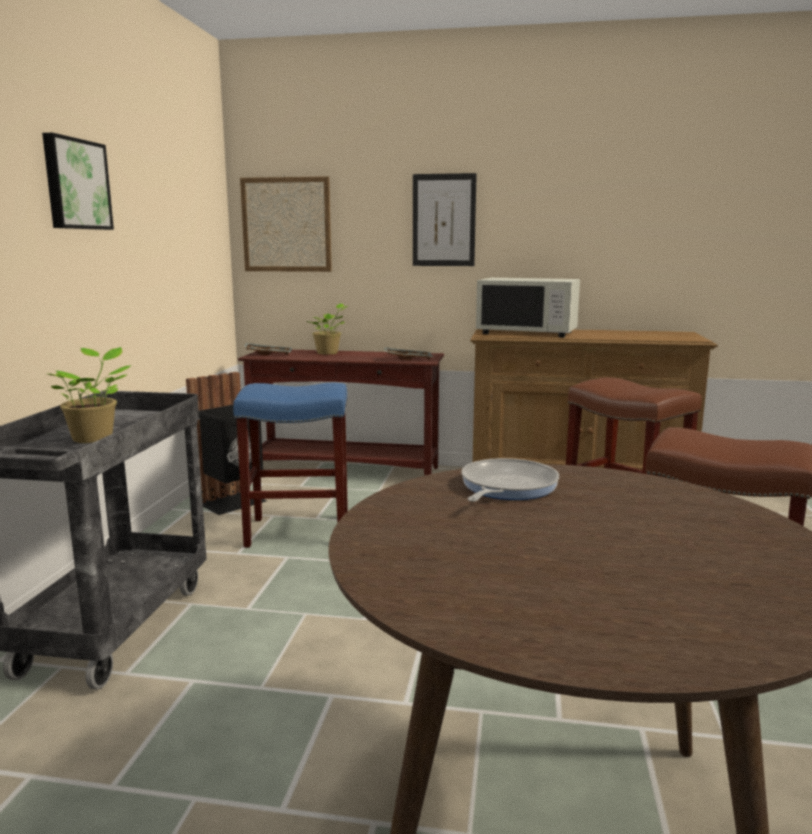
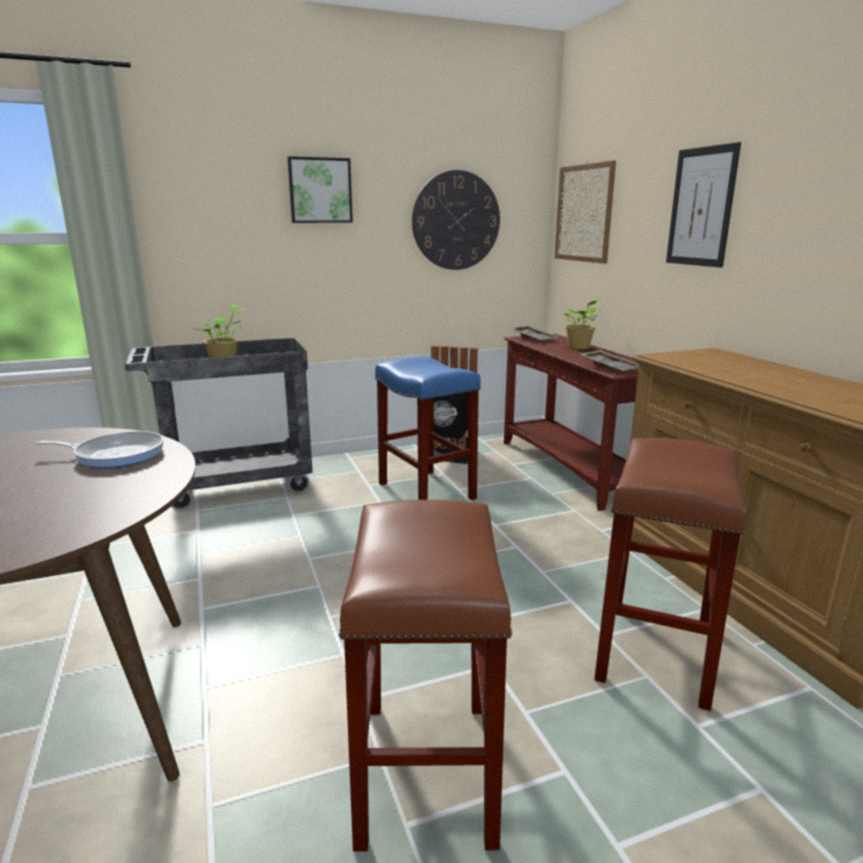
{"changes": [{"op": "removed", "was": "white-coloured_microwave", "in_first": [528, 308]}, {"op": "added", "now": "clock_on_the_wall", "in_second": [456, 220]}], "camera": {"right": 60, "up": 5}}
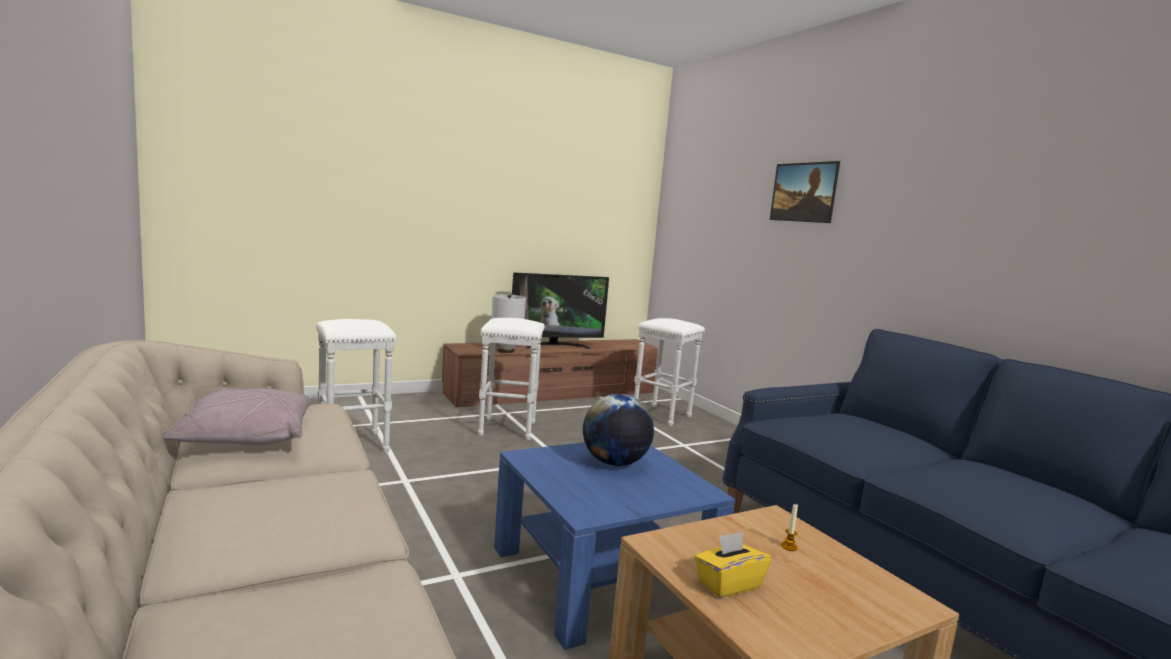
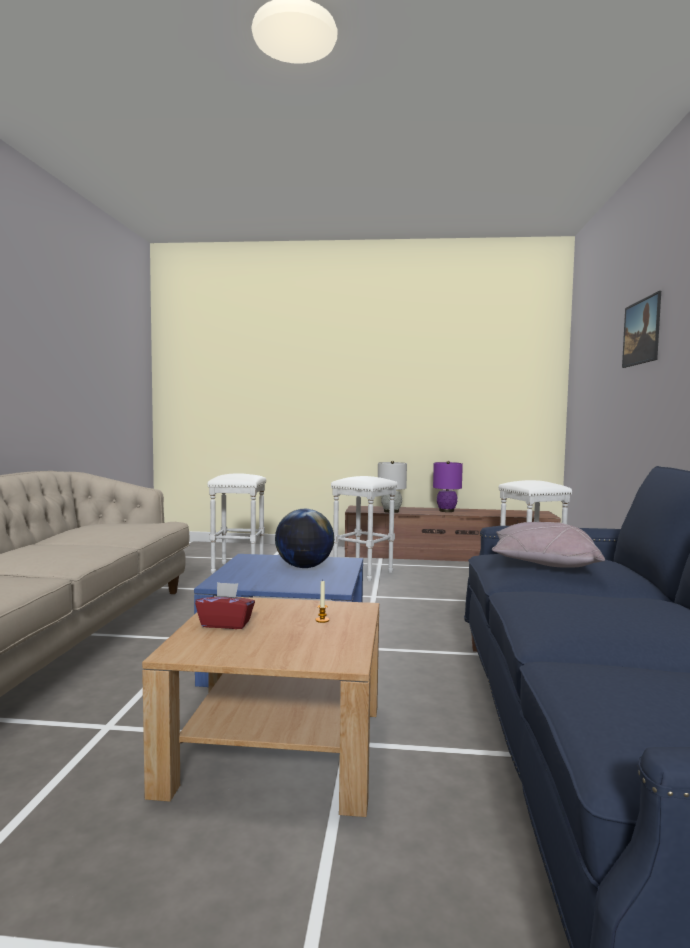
{"changes": [{"op": "moved", "was": "purple-coloured_throw_pillow", "in_first": [237, 416], "in_second": [548, 545]}, {"op": "replaced", "was": "TV_set", "now": "purple-coloured_table_lamp", "in_first": [560, 310], "in_second": [448, 486]}, {"op": "recoloured", "was": "yellow-coloured_tissue_holder", "now": "red_tissue_holder", "in_first": [732, 565], "in_second": [225, 605]}], "camera": {"right": 35, "up": -5}}
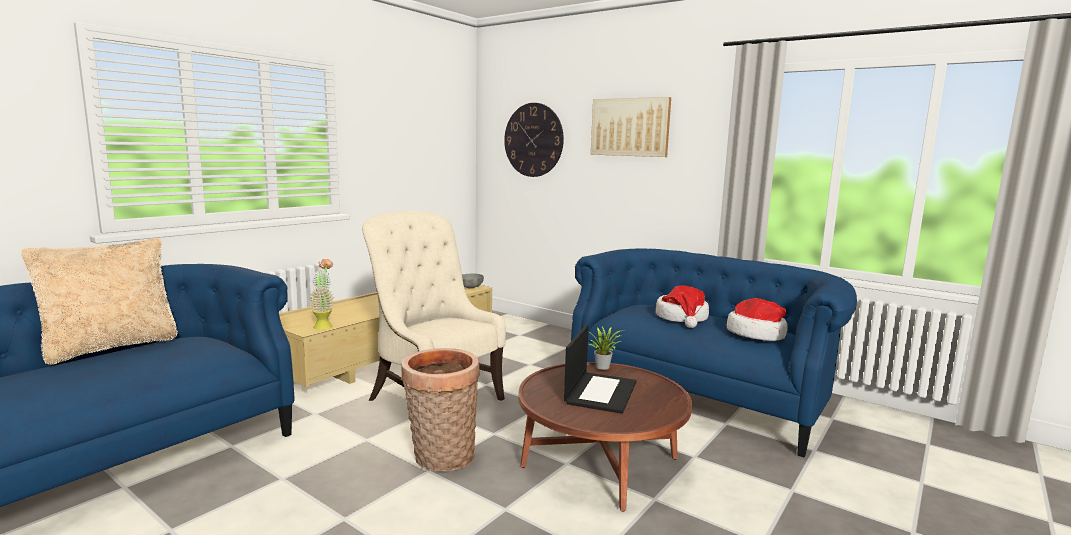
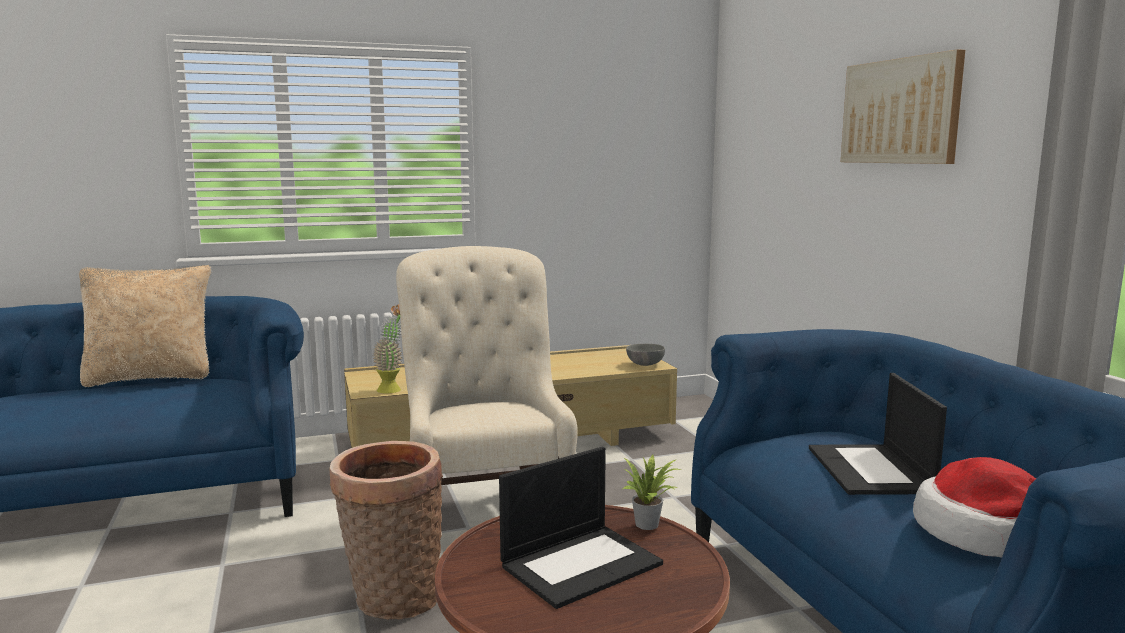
{"changes": [{"op": "removed", "was": "clock_on_the_wall", "in_first": [534, 140]}, {"op": "replaced", "was": "clothing_hat", "now": "laptop", "in_first": [682, 306], "in_second": [878, 434]}], "camera": {"right": 35, "up": 0}}
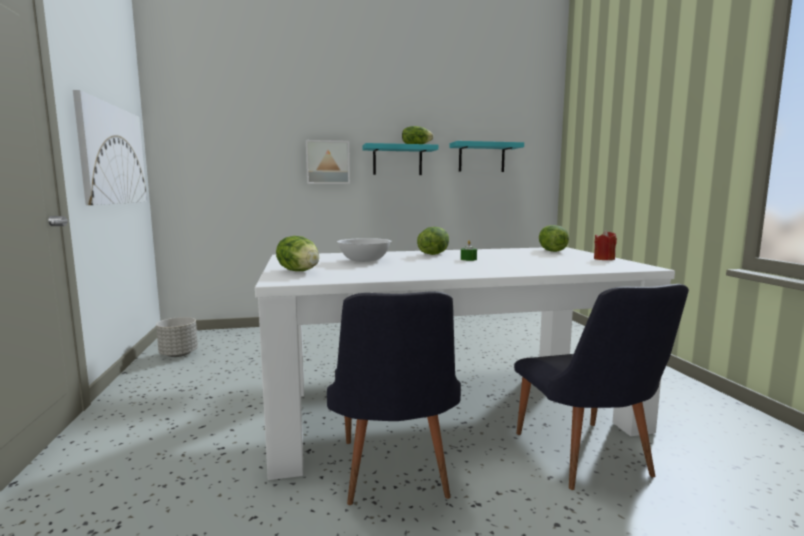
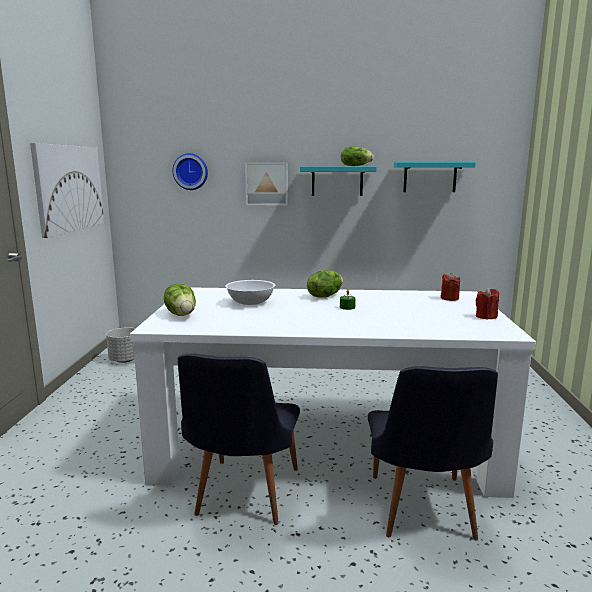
{"changes": [{"op": "added", "now": "clock_on_the_wall", "in_second": [190, 171]}, {"op": "replaced", "was": "head_of_lettuce", "now": "red_candle", "in_first": [554, 238], "in_second": [450, 287]}], "camera": {"right": 15, "up": 5}}
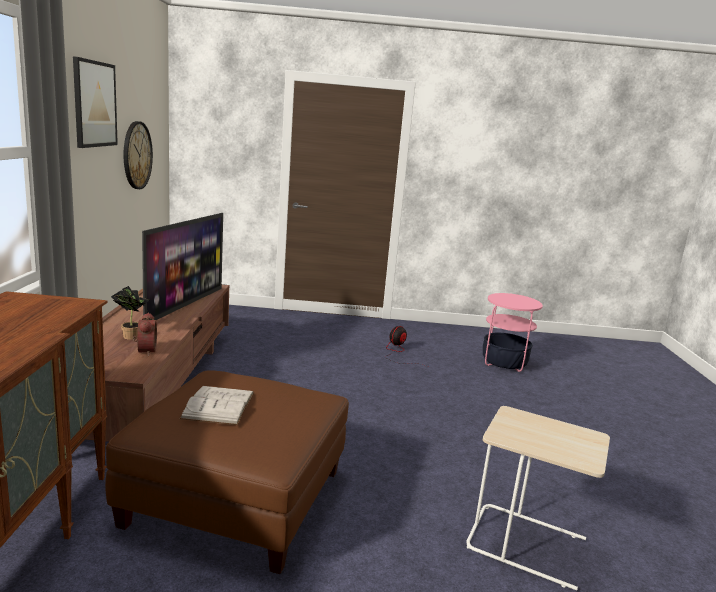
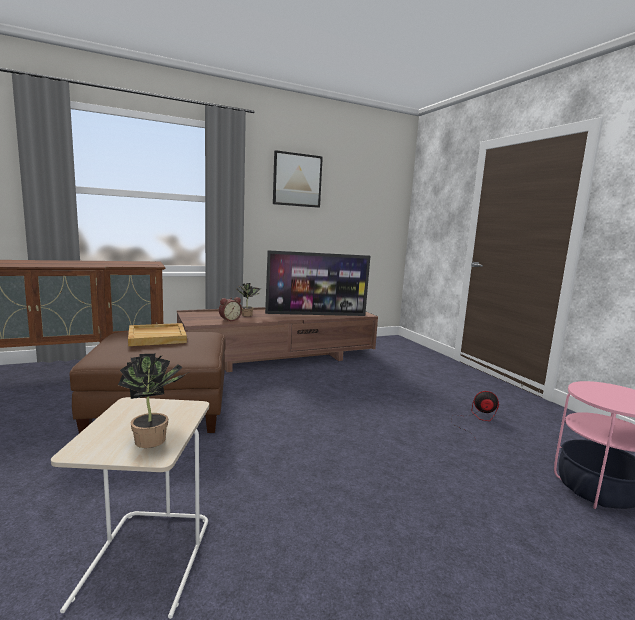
{"changes": [{"op": "removed", "was": "clock_on_the_wall", "in_first": [138, 155]}, {"op": "added", "now": "potted_plant", "in_second": [154, 401]}, {"op": "replaced", "was": "white-coloured_volume", "now": "beige-coloured_carrying_tray", "in_first": [217, 405], "in_second": [157, 334]}], "camera": {"right": 65, "up": -5}}
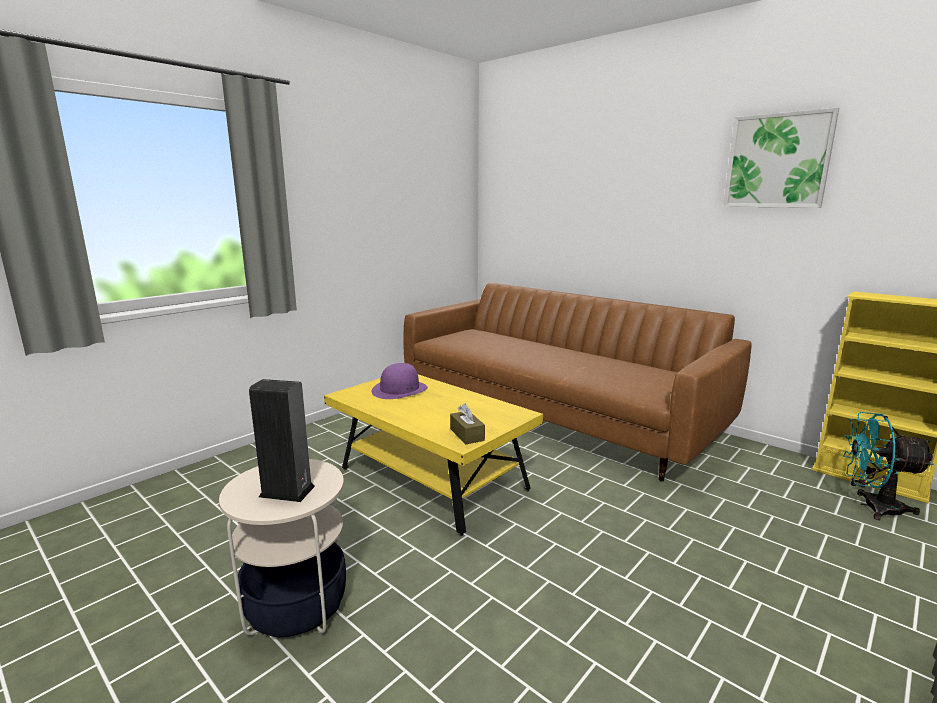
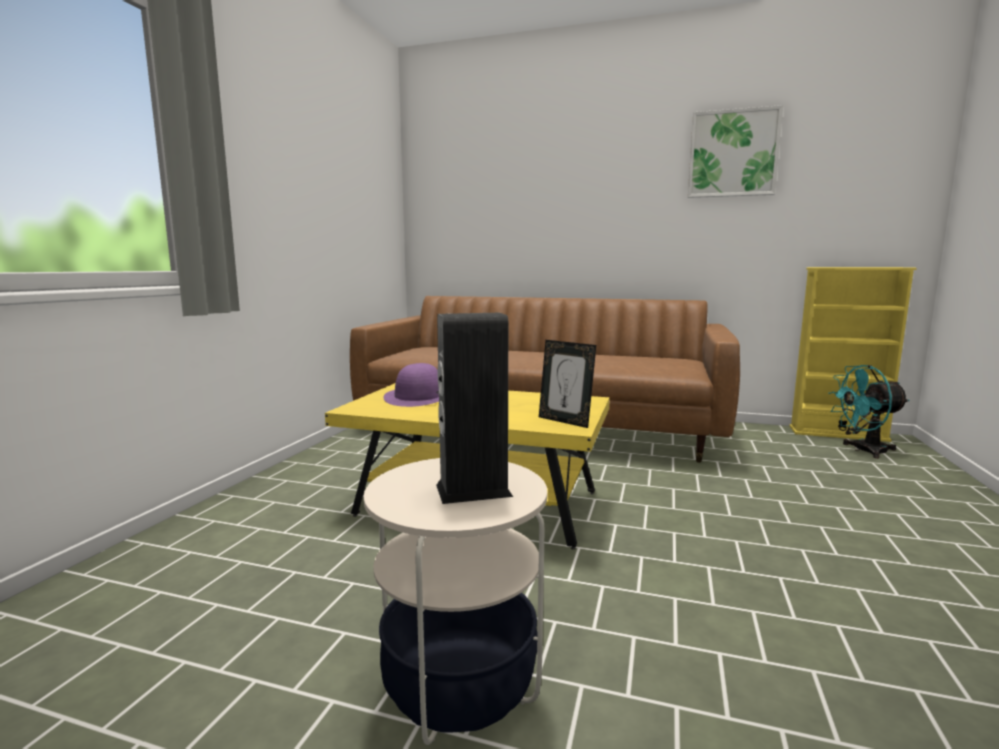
{"changes": [{"op": "replaced", "was": "brown_tissue_holder", "now": "picture_frame", "in_first": [467, 424], "in_second": [567, 384]}], "camera": {"right": -25, "up": -5}}
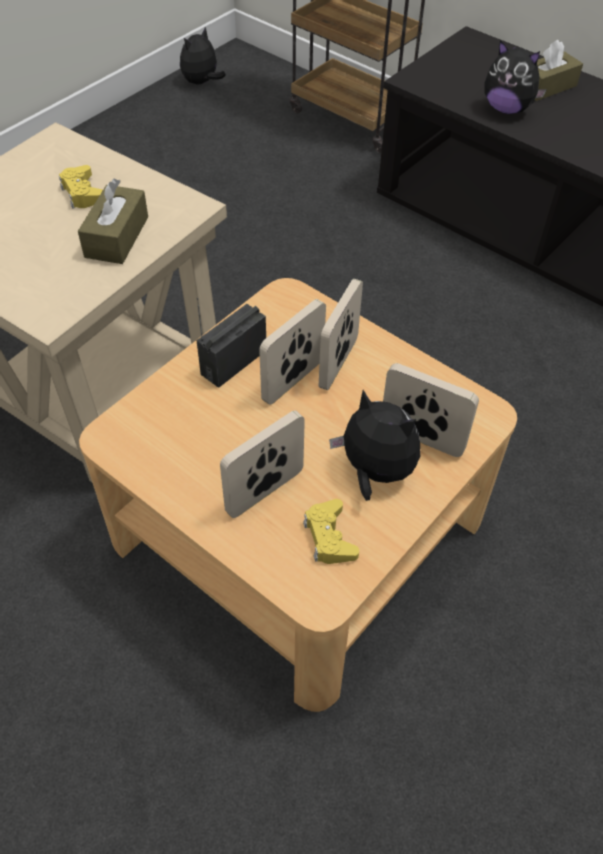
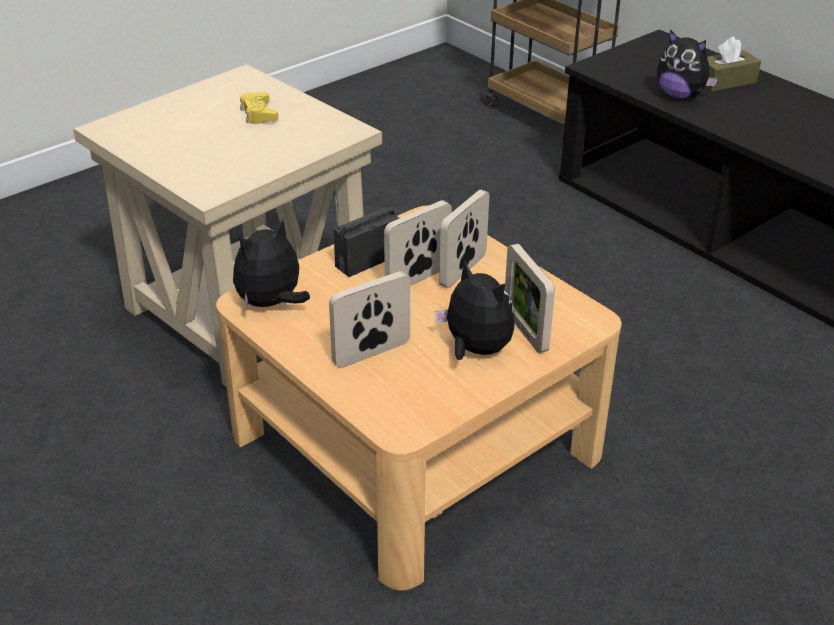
{"changes": [{"op": "removed", "was": "brown_tissue_holder", "in_first": [113, 221]}, {"op": "removed", "was": "yellow-coloured_joypad", "in_first": [331, 531]}, {"op": "moved", "was": "soft_toy", "in_first": [203, 55], "in_second": [271, 263]}, {"op": "turned", "was": "picture_frame", "in_first": [431, 410], "in_second": [530, 298], "clockwise": -150}], "camera": {"right": 10, "up": -15}}
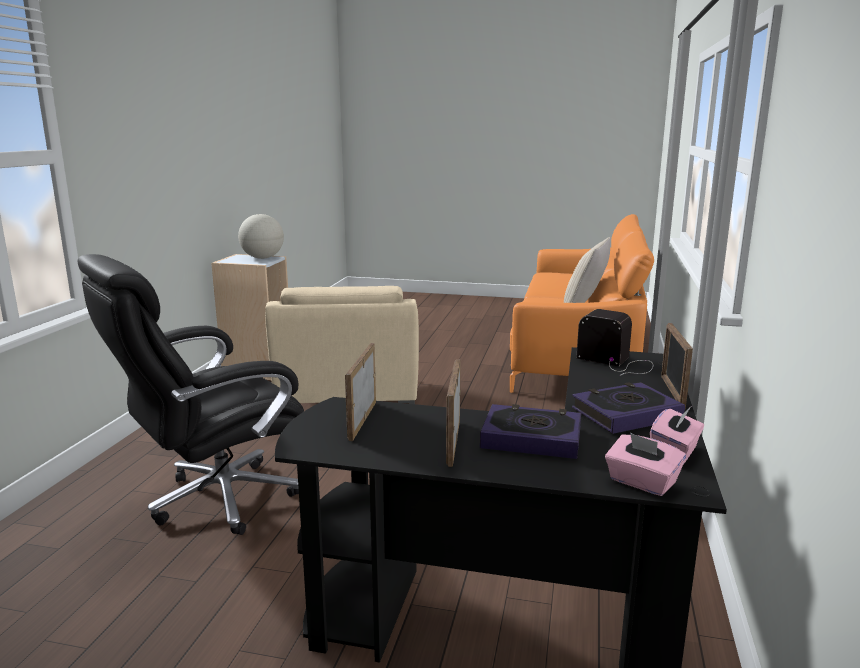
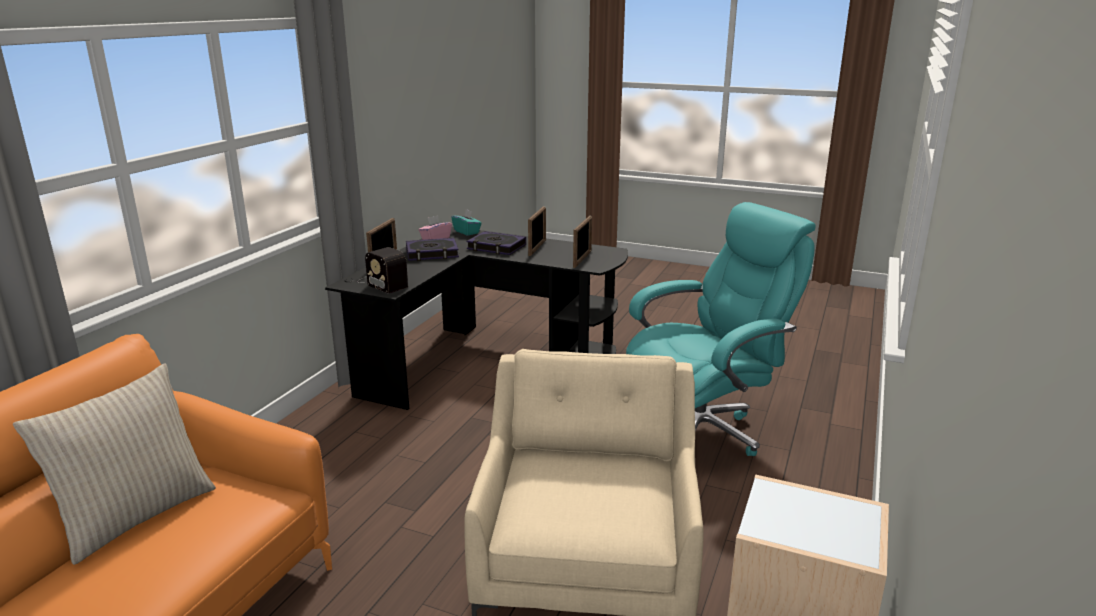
{"changes": [{"op": "removed", "was": "globe", "in_first": [261, 236]}, {"op": "recoloured", "was": "black_office_chair", "now": "blue-green_office_chair", "in_first": [191, 394], "in_second": [721, 329]}, {"op": "recoloured", "was": "pink_tissue_holder", "now": "blue-green_tissue_holder", "in_first": [645, 464], "in_second": [466, 222]}], "camera": {"right": -170, "up": 5}}
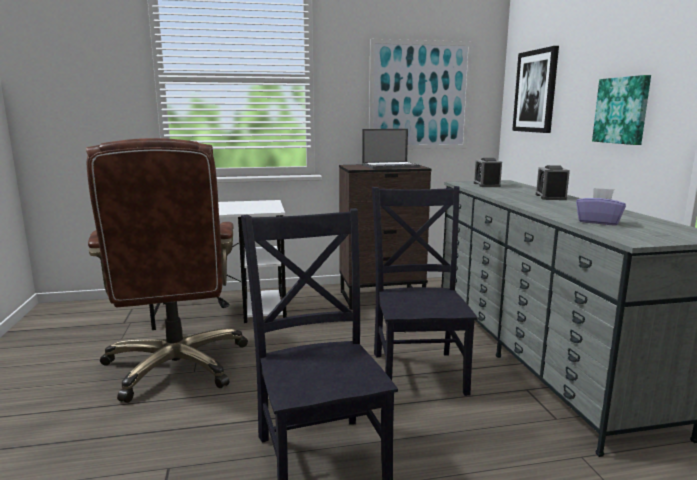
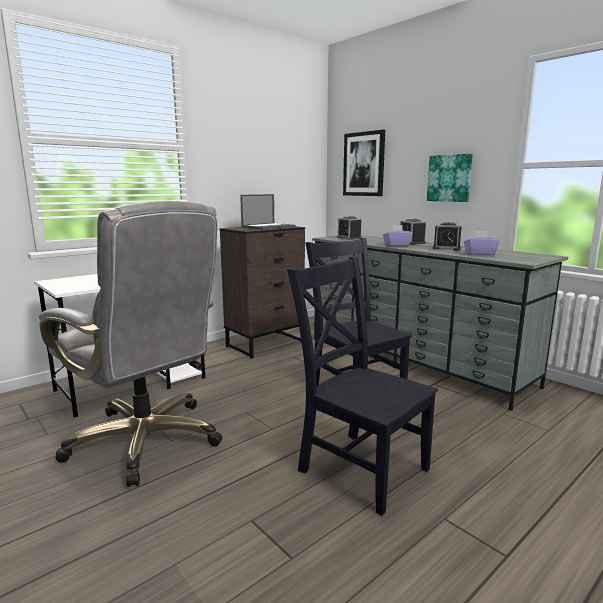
{"changes": [{"op": "removed", "was": "wall_art", "in_first": [421, 94]}, {"op": "added", "now": "purple-coloured_tissue_holder", "in_second": [398, 236]}, {"op": "added", "now": "table_clock", "in_second": [447, 236]}, {"op": "recoloured", "was": "brown_office_chair", "now": "grey_office_chair", "in_first": [167, 270], "in_second": [130, 344]}], "camera": {"right": -30, "up": 0}}
